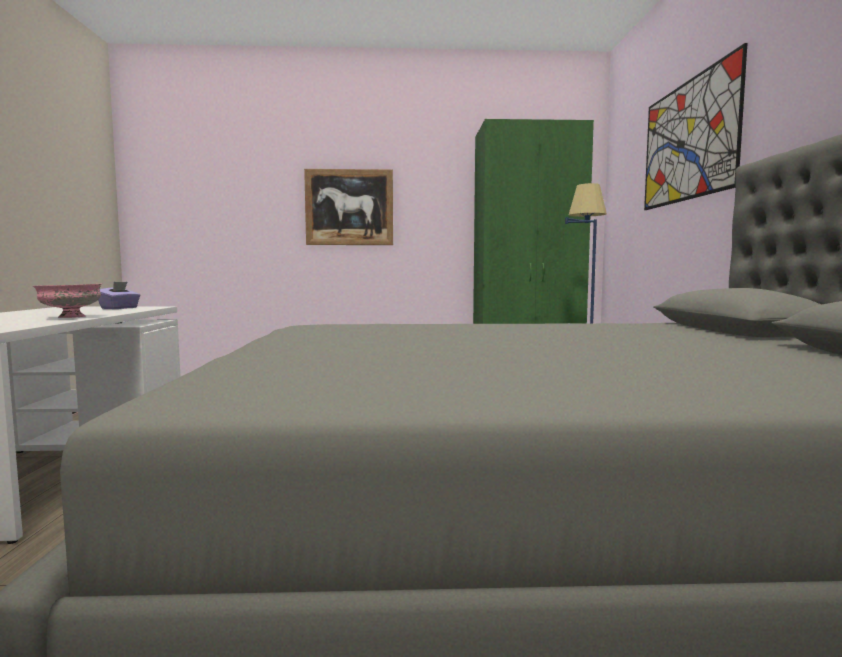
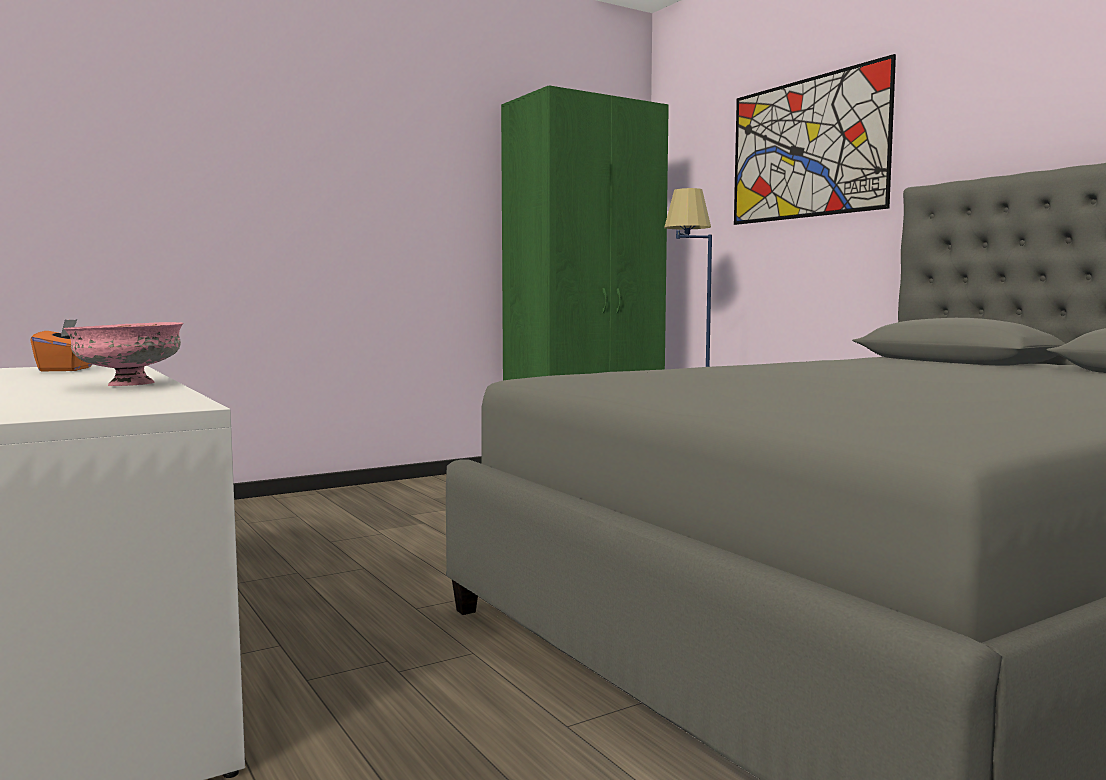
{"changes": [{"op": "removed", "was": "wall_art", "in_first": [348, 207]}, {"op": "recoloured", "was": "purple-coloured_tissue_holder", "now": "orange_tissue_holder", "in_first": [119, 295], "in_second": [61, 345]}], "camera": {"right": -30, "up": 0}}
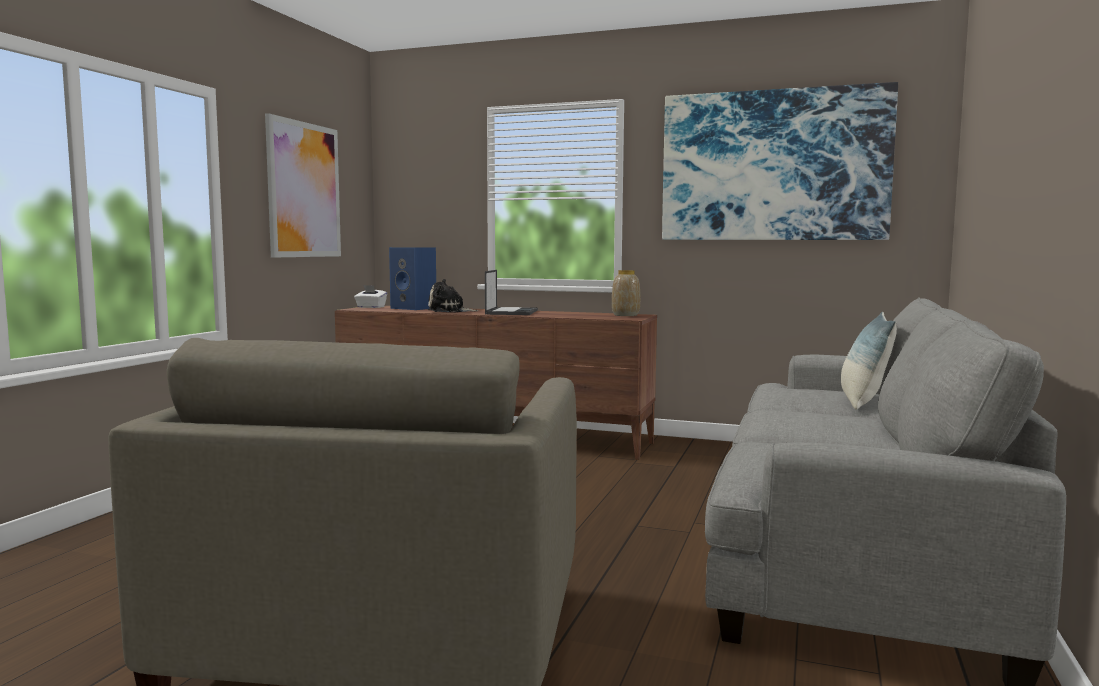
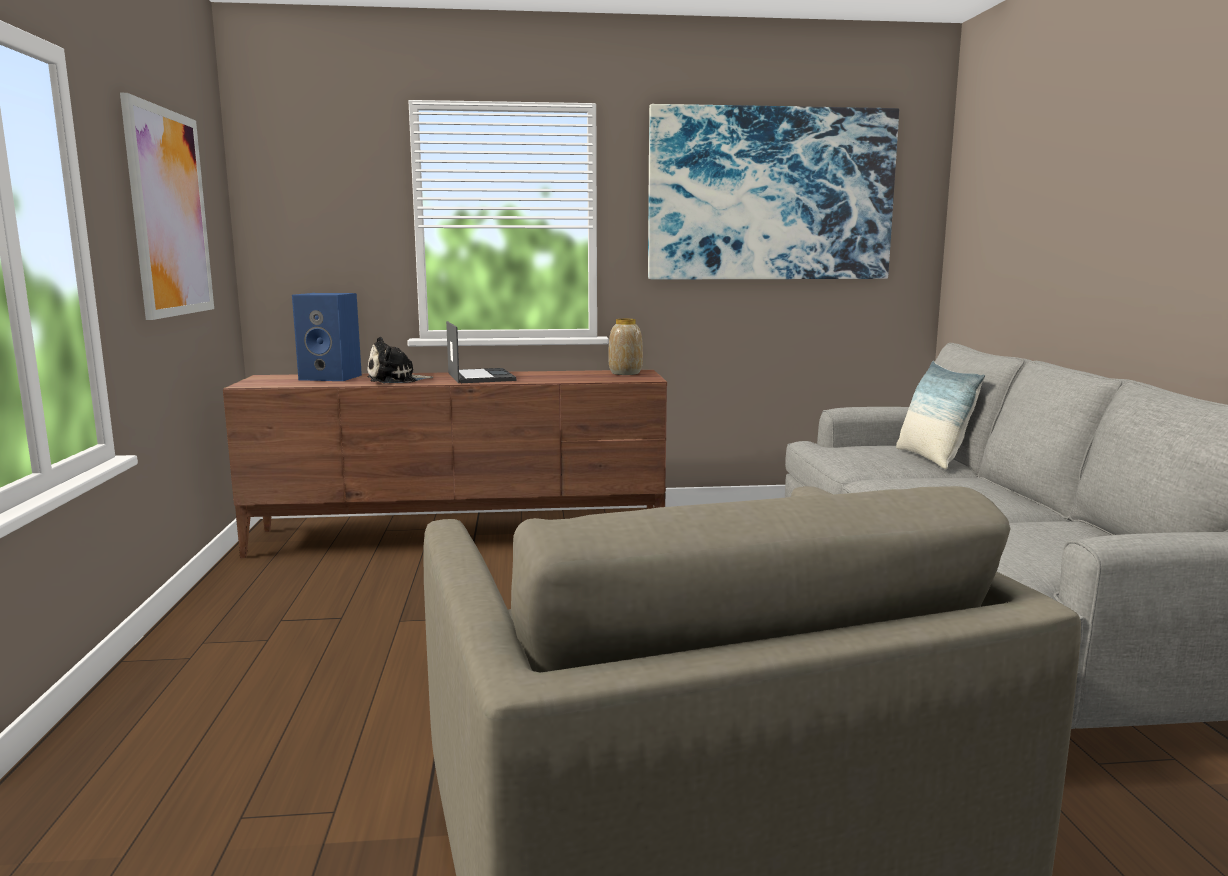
{"changes": [{"op": "removed", "was": "white-coloured_tissue_holder", "in_first": [370, 296]}], "camera": {"right": -25, "up": 5}}
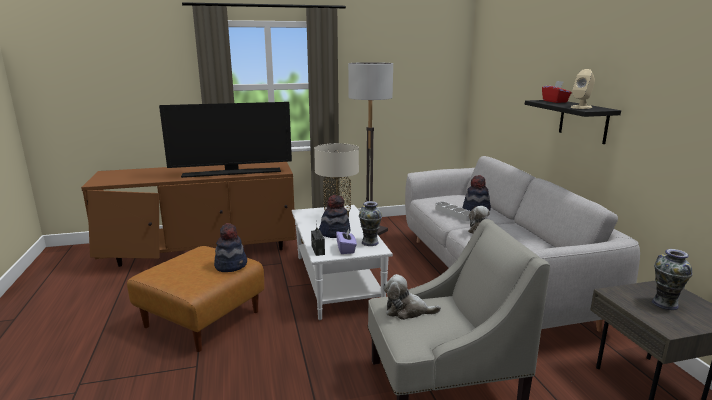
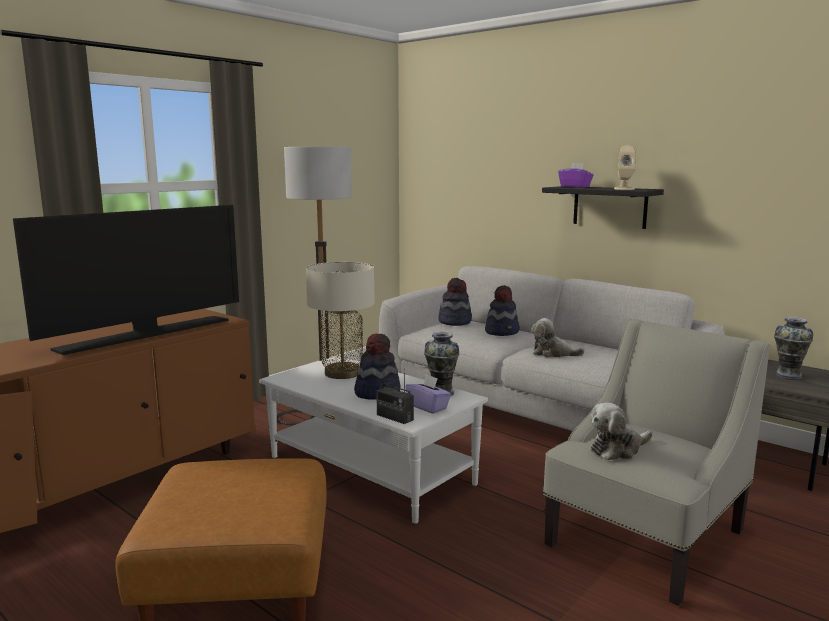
{"changes": [{"op": "removed", "was": "grey_carrying_tray", "in_first": [453, 212]}, {"op": "moved", "was": "clothing_hat", "in_first": [230, 247], "in_second": [455, 302]}, {"op": "recoloured", "was": "red_tissue_holder", "now": "purple-coloured_tissue_holder", "in_first": [557, 92], "in_second": [576, 175]}], "camera": {"right": -35, "up": -5}}
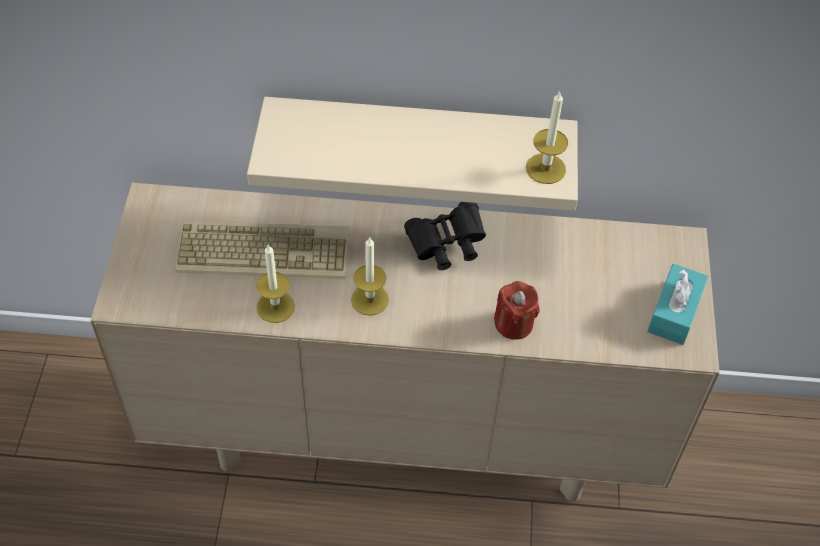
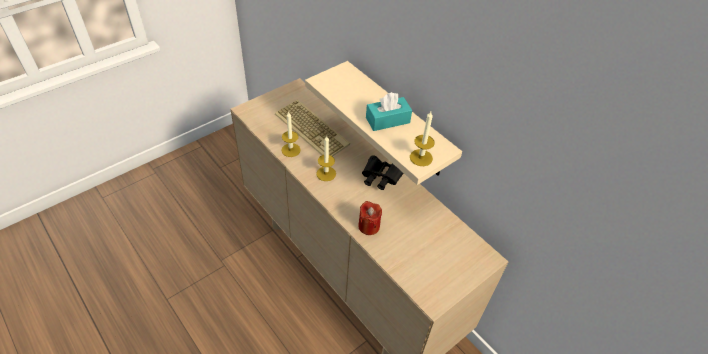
{"changes": [{"op": "moved", "was": "blue-green_tissue_holder", "in_first": [677, 304], "in_second": [389, 111]}], "camera": {"right": 45, "up": -5}}
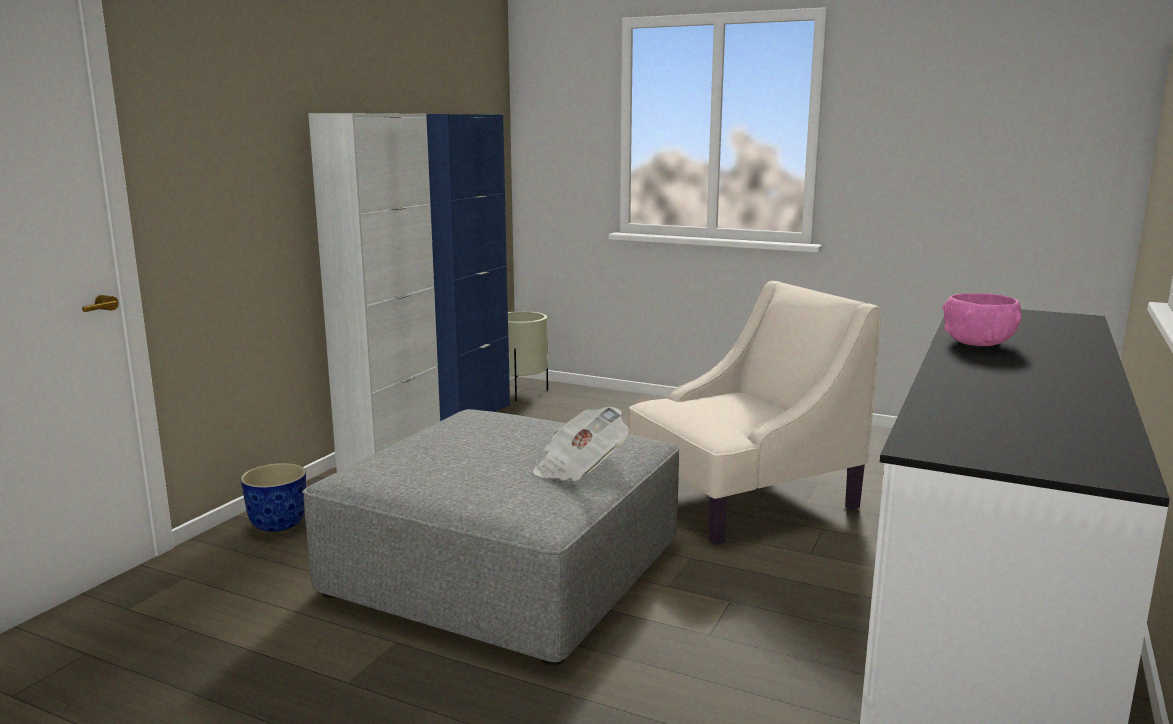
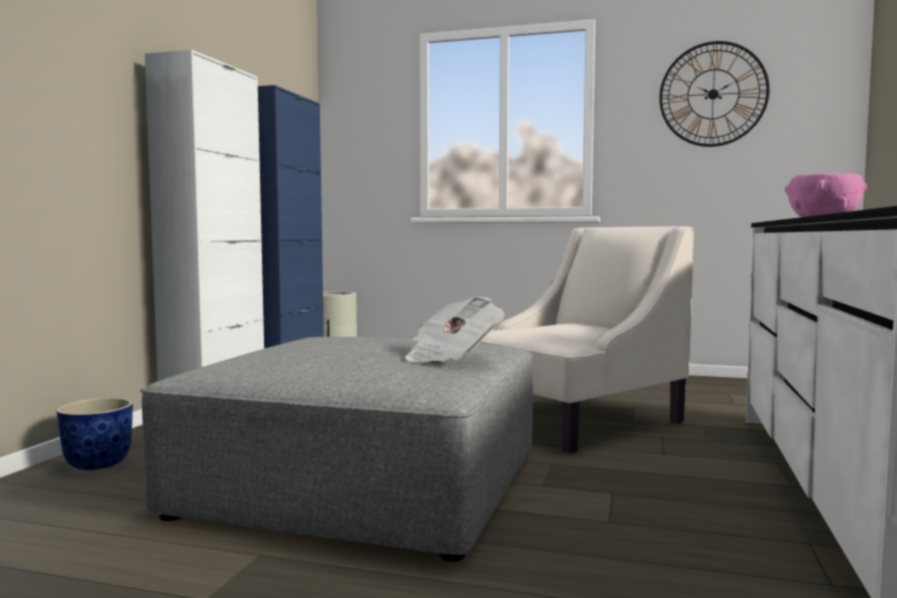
{"changes": [{"op": "added", "now": "clock_on_the_wall", "in_second": [714, 94]}], "camera": {"right": -10, "up": -10}}
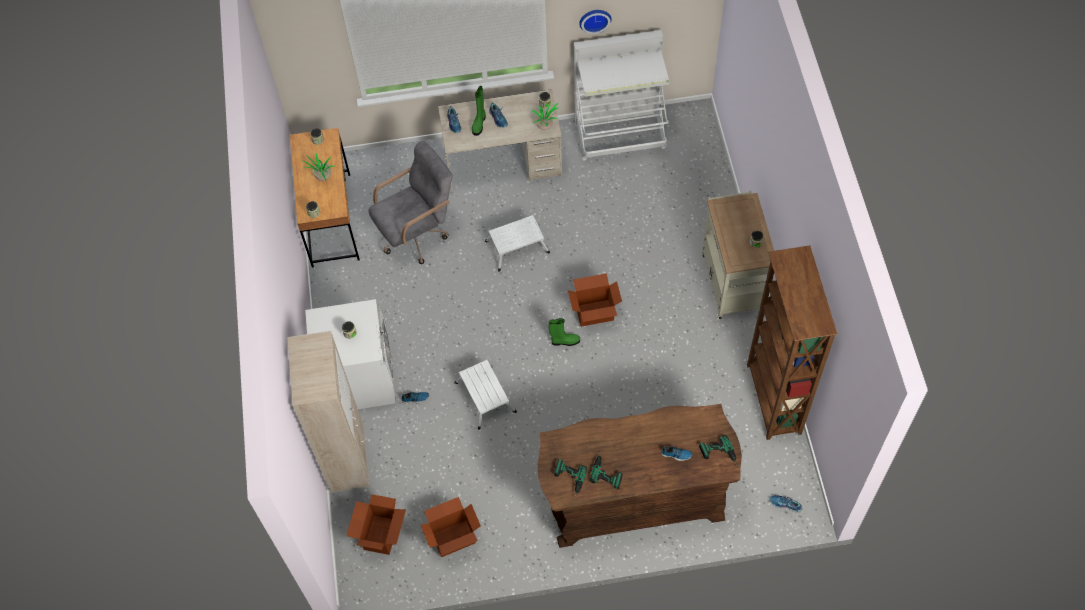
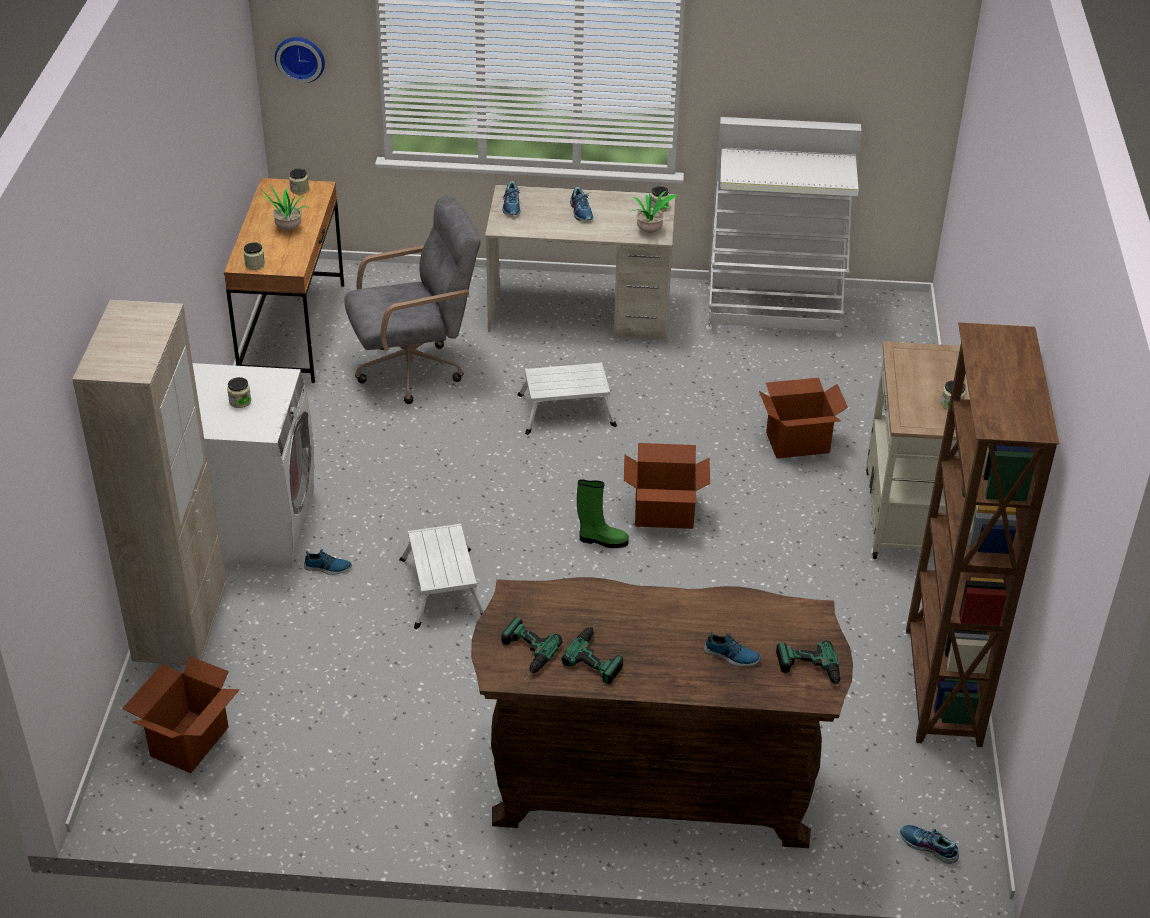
{"changes": [{"op": "removed", "was": "greenish_high-top_boot", "in_first": [479, 111]}, {"op": "moved", "was": "carton", "in_first": [450, 527], "in_second": [803, 418]}, {"op": "moved", "was": "clock_on_the_wall", "in_first": [595, 22], "in_second": [300, 60]}], "camera": {"right": 10, "up": -20}}
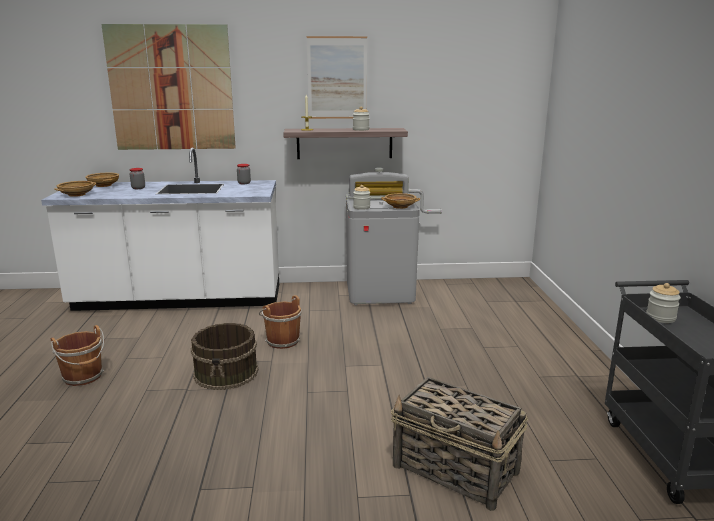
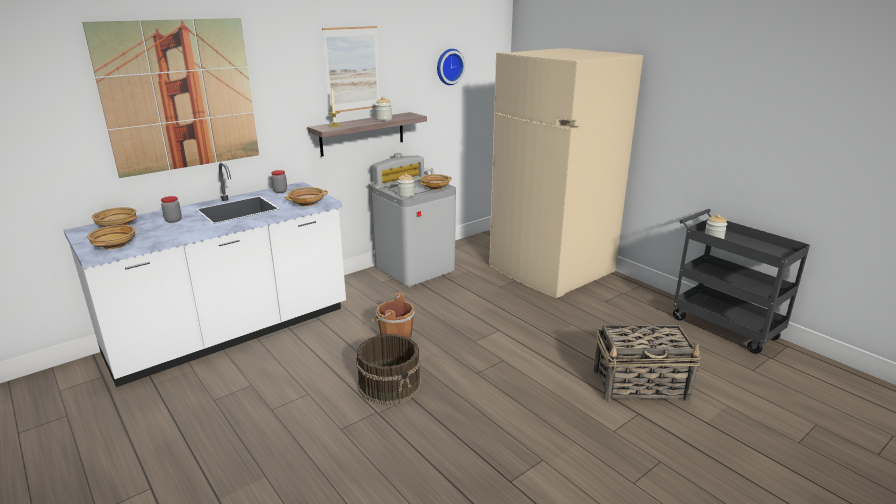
{"changes": [{"op": "removed", "was": "brown_pail", "in_first": [77, 355]}, {"op": "added", "now": "beige-coloured_serving_bowl", "in_second": [306, 196]}, {"op": "added", "now": "clock_on_the_wall", "in_second": [451, 67]}, {"op": "added", "now": "beige-coloured_kitchen_fridge", "in_second": [566, 173]}], "camera": {"right": -35, "up": 5}}
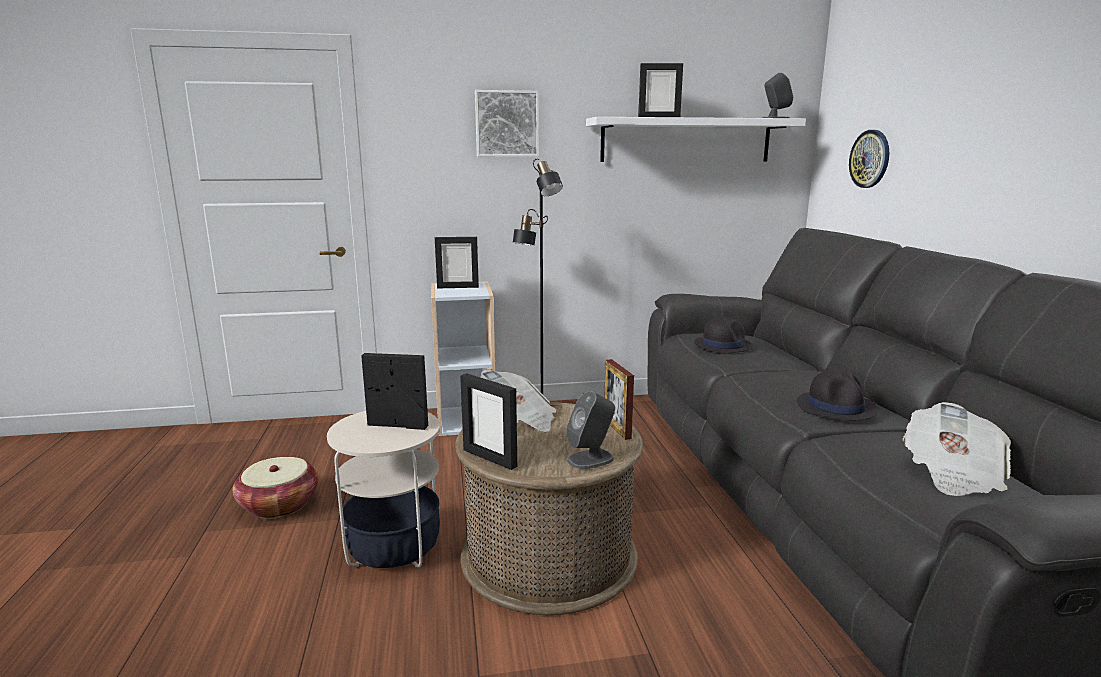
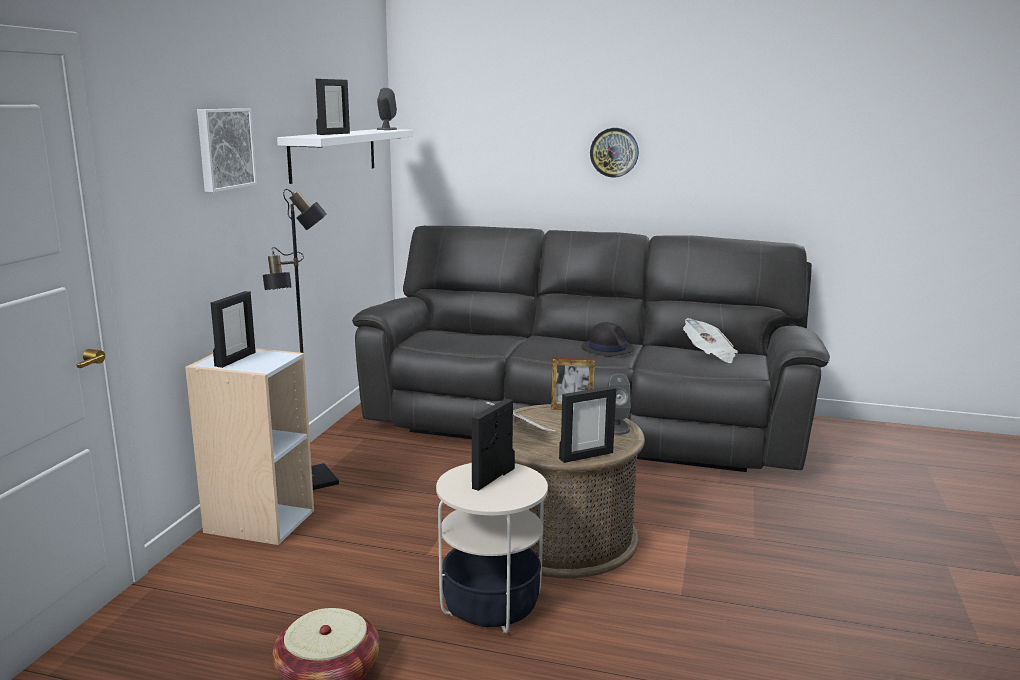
{"changes": [{"op": "removed", "was": "black_clothing_hat", "in_first": [723, 335]}, {"op": "moved", "was": "clock_on_the_wall", "in_first": [869, 159], "in_second": [614, 152]}], "camera": {"right": -65, "up": 0}}
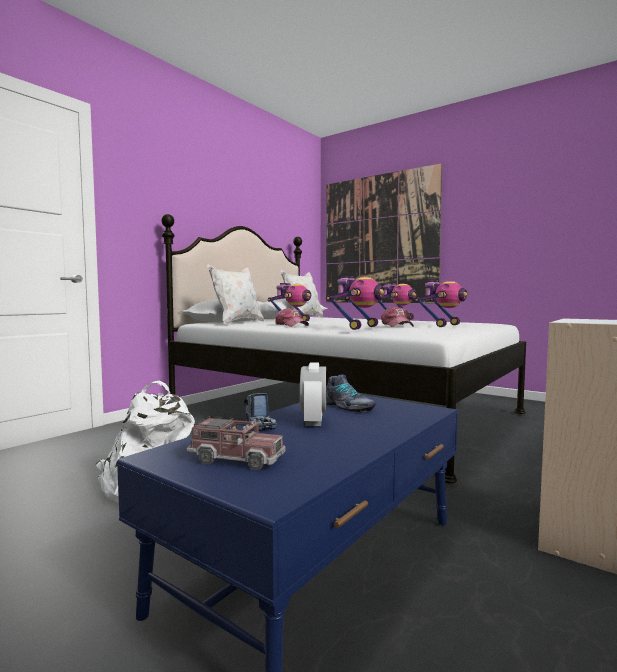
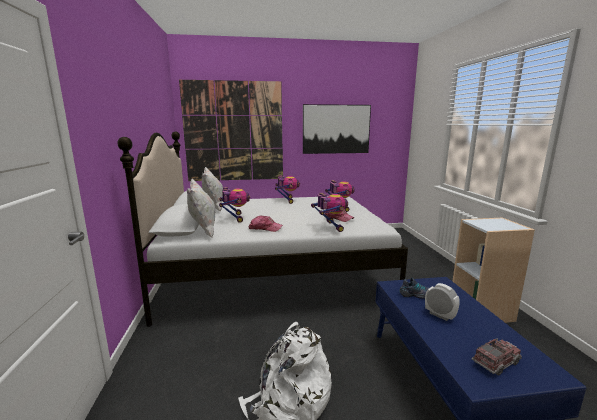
{"changes": [{"op": "removed", "was": "toy_truck", "in_first": [260, 412]}, {"op": "added", "now": "wall_art", "in_second": [337, 129]}], "camera": {"right": -45, "up": 10}}
